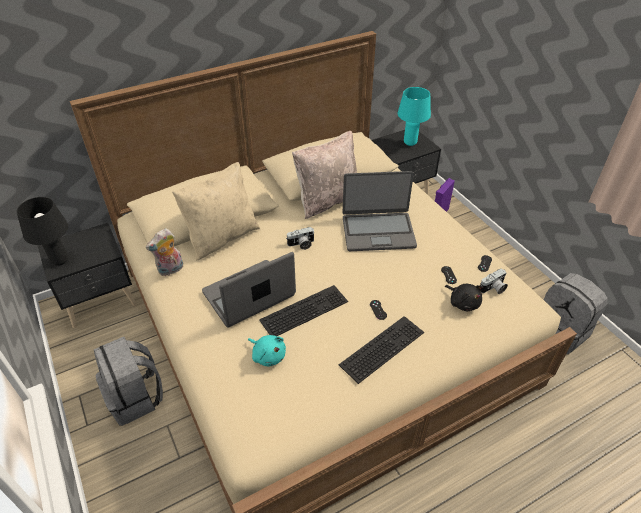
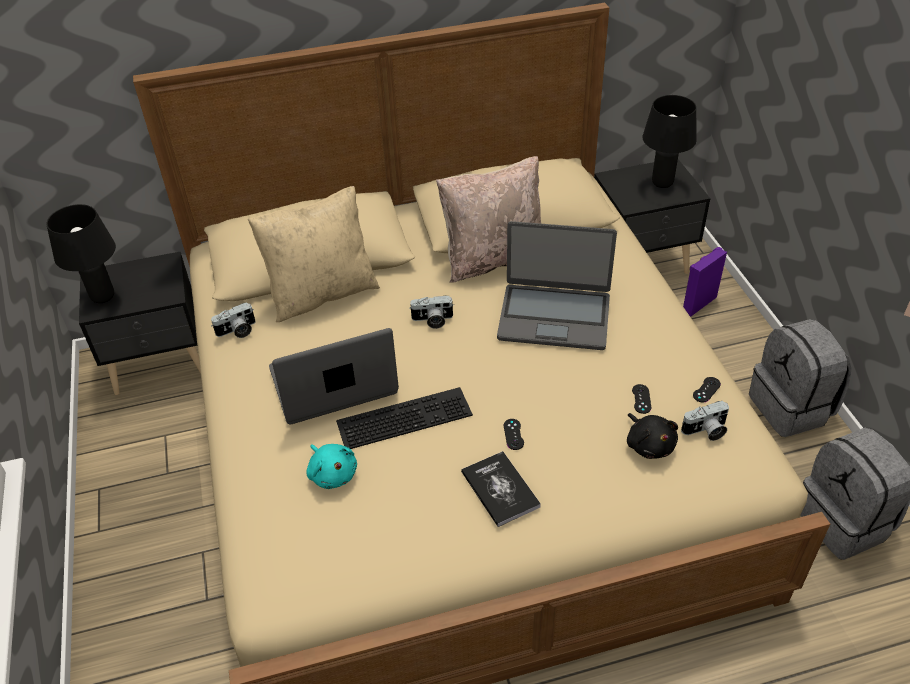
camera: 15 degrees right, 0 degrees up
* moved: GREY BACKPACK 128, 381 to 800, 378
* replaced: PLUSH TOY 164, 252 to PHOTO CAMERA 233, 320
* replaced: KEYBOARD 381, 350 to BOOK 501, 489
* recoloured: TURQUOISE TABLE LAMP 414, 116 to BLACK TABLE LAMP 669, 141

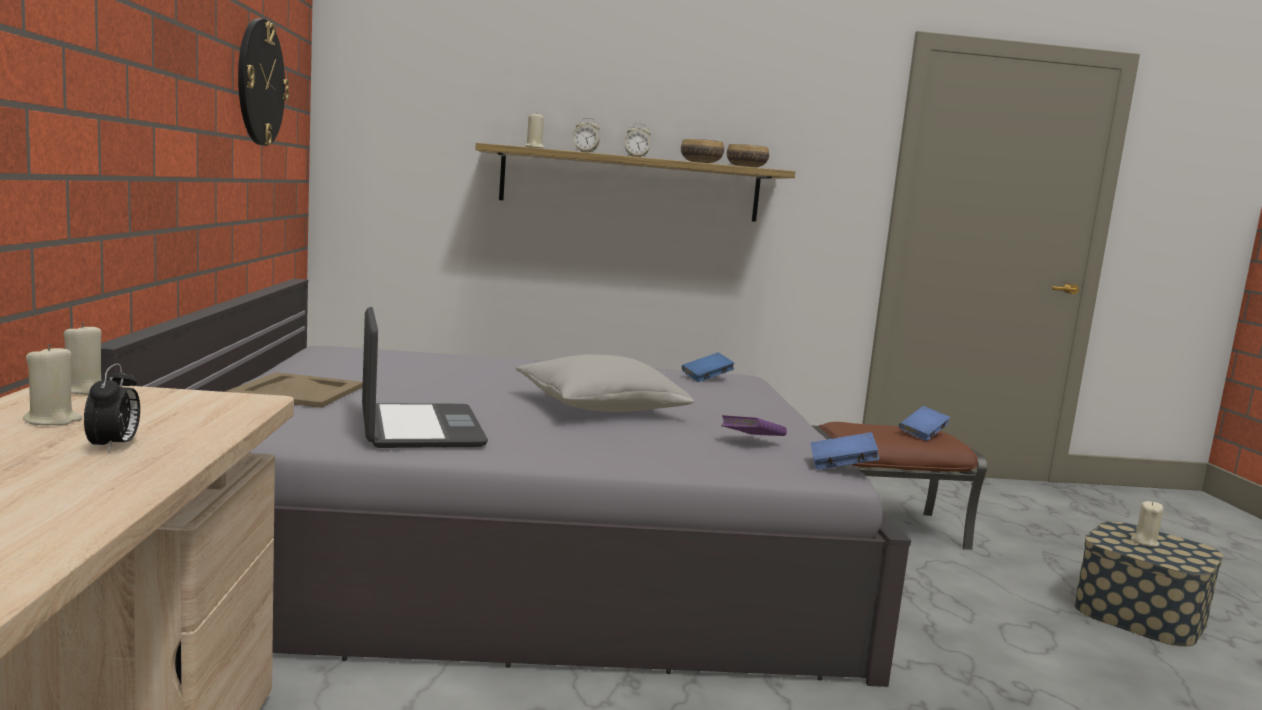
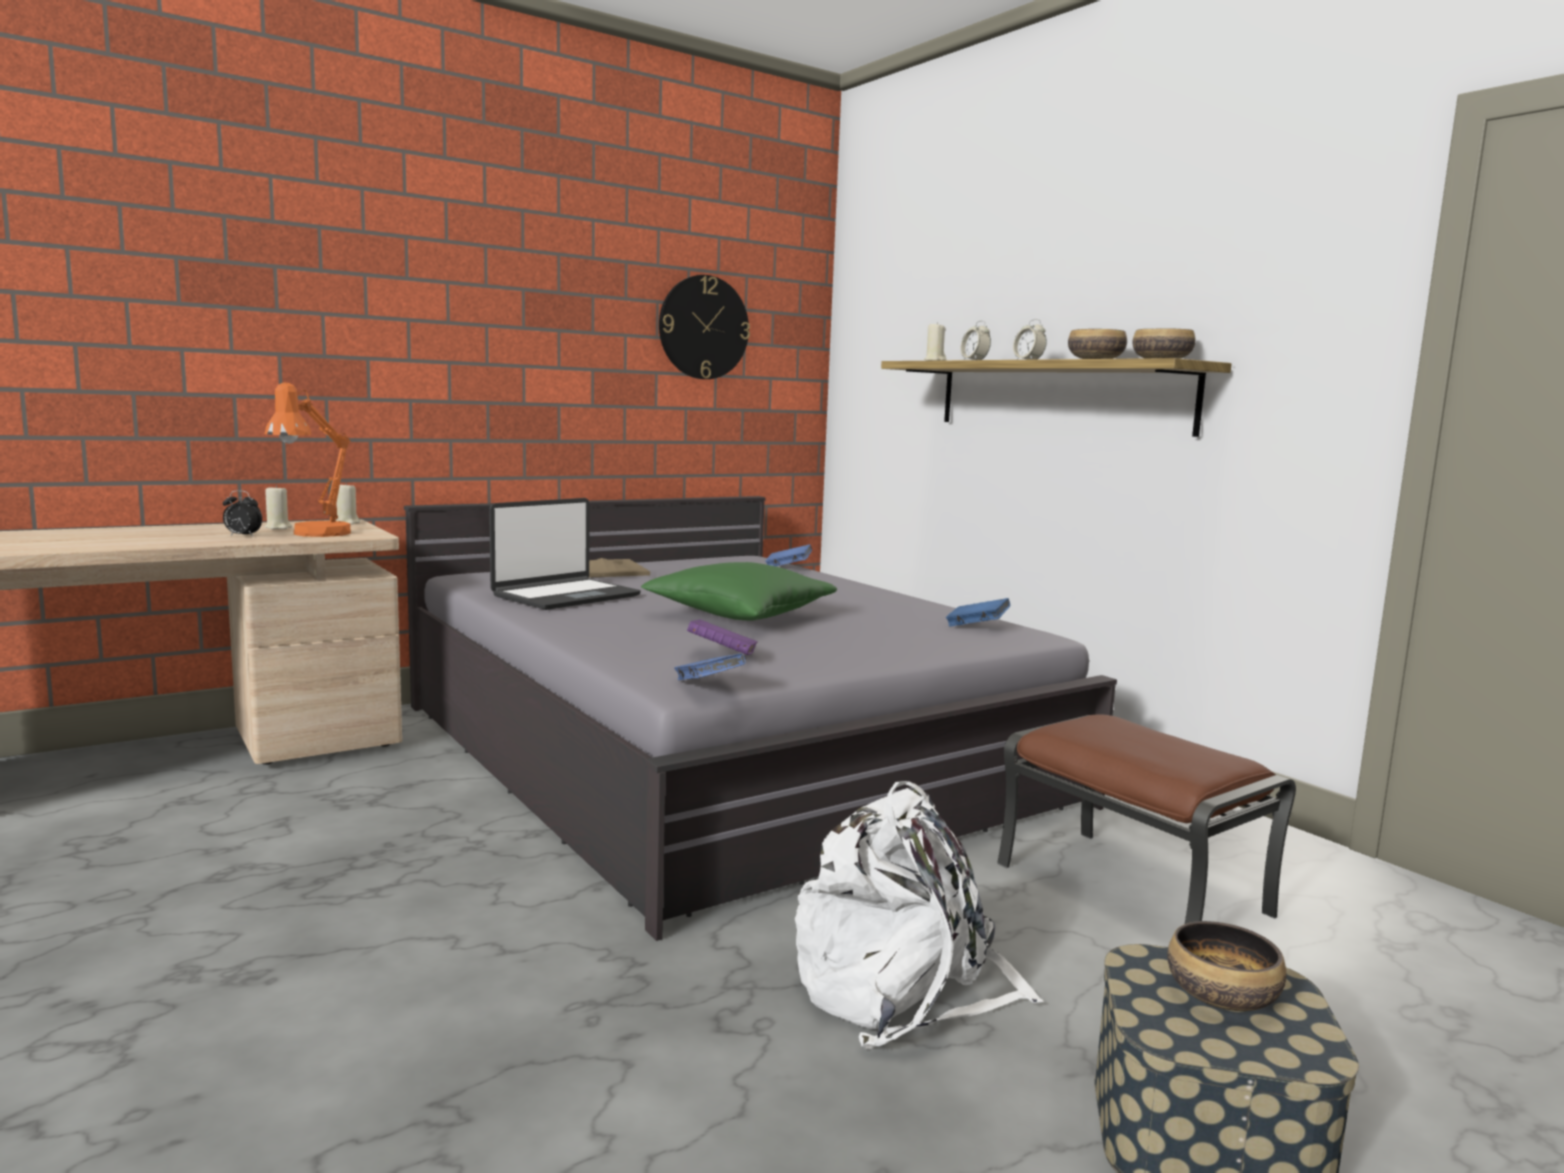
camera: 60 degrees right, 0 degrees up
* turned: ALARM CLOCK 112, 408 = 242, 513 45 degrees clockwise
* recoloured: GREY PILLOW 605, 383 to GREEN PILLOW 739, 591
* moved: BLUE BOOK 925, 423 to 788, 555
* replaced: BEIGE CANDLE 1147, 524 to BOWL 1226, 966
* added: ORANGE TABLE LAMP 308, 459
* added: WHITE BACKPACK 919, 915

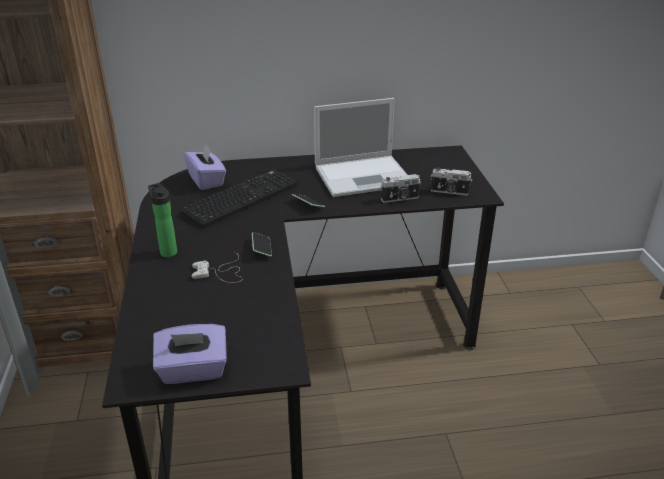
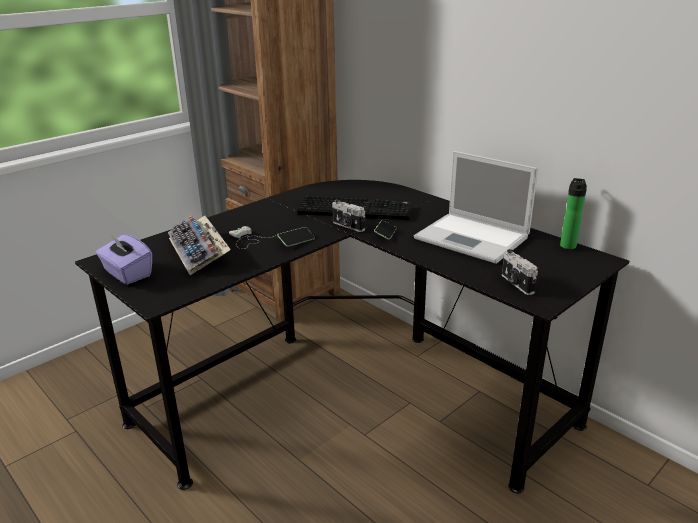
camera: 55 degrees right, 5 degrees down
* moved: BOTTLE 162, 220 to 573, 213
* removed: PURPLE TISSUE BOX 205, 166
* moved: PHOTO CAMERA 401, 188 to 348, 215
* added: KEYBOARD 199, 245

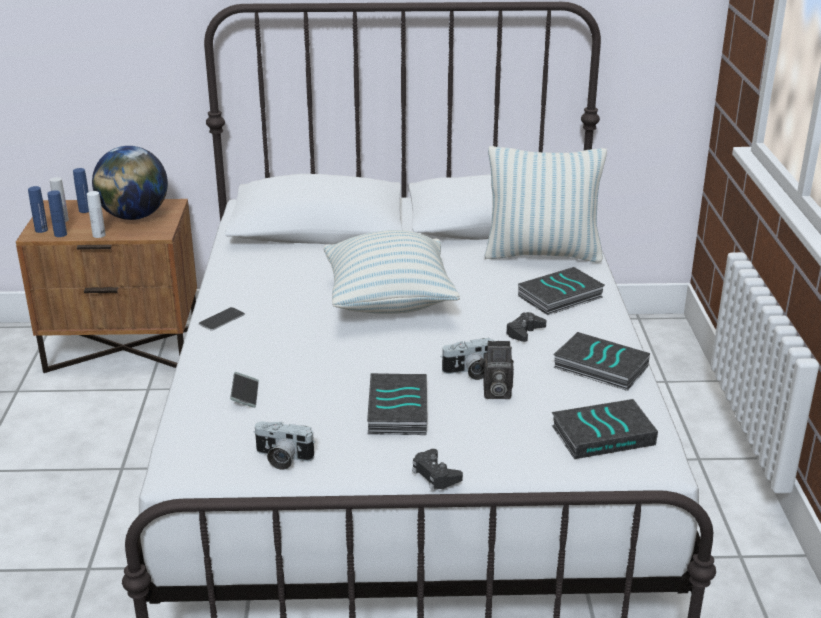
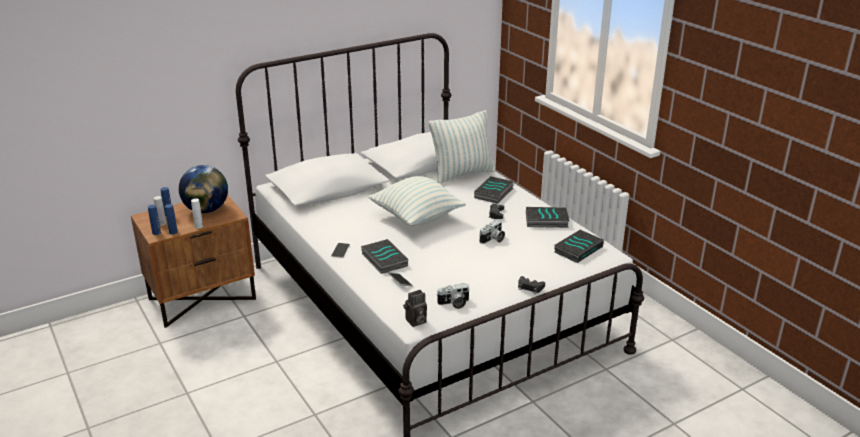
camera: 30 degrees left, 0 degrees up
* moved: BOOK 397, 404 to 384, 256
* moved: PHOTO CAMERA 497, 370 to 415, 308

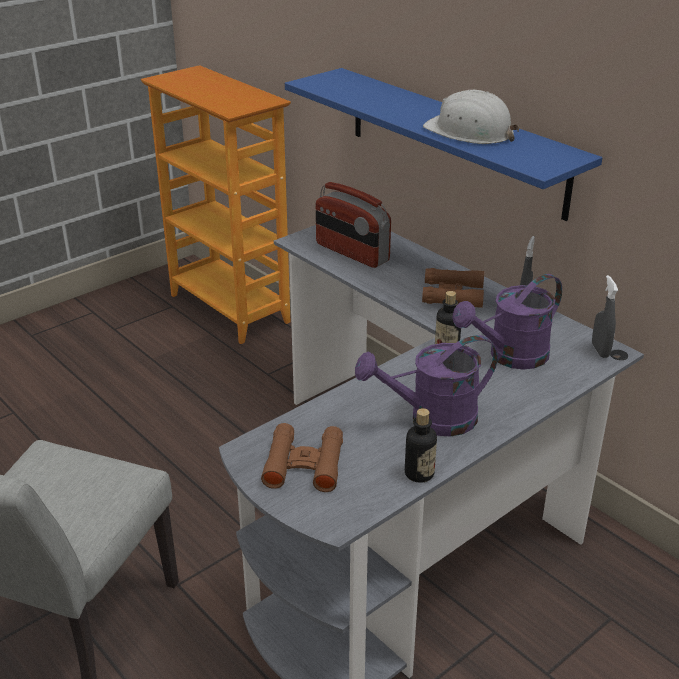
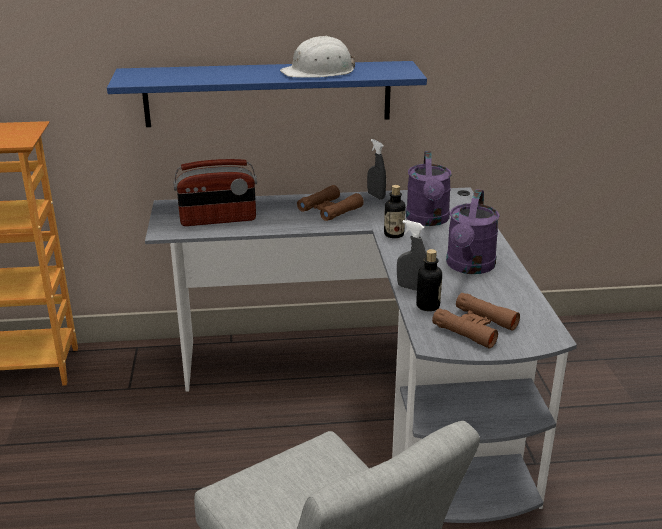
camera: 55 degrees left, 5 degrees down
* moved: BOTTLE 421, 445 to 429, 280
* moved: GREY SPRAY BOTTLE 605, 316 to 411, 255

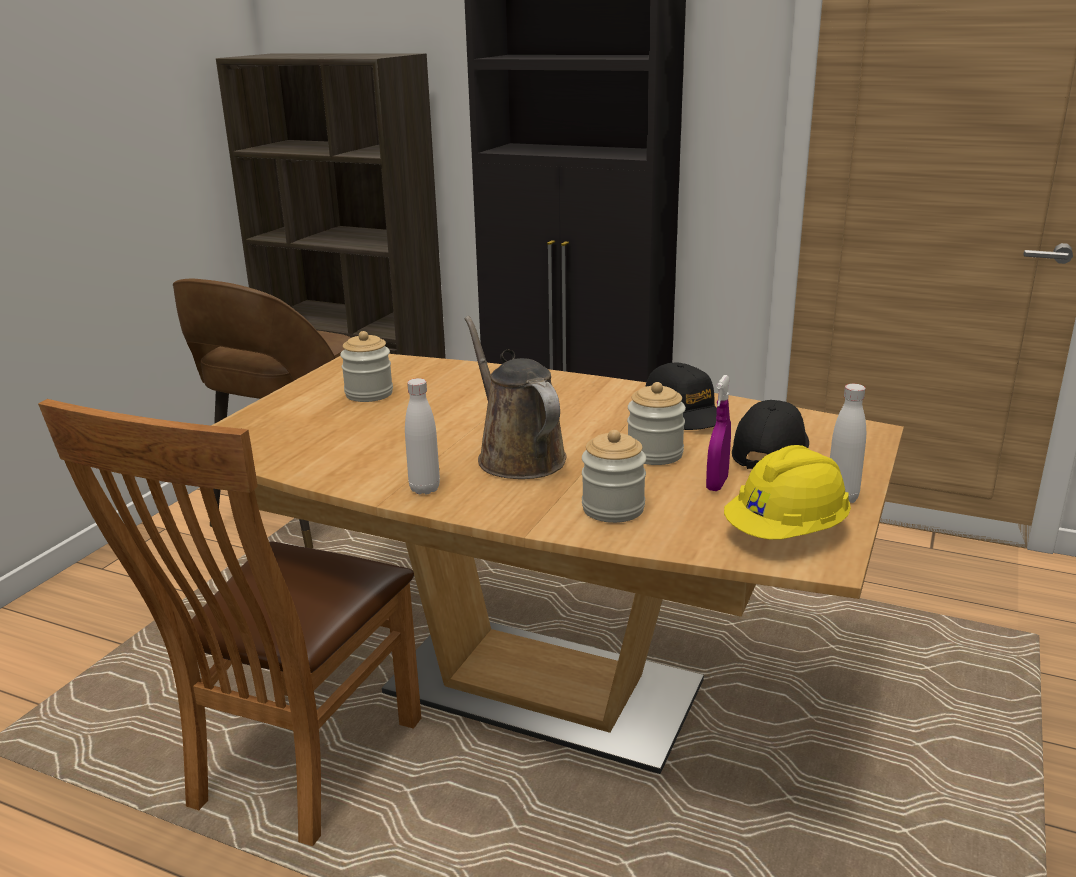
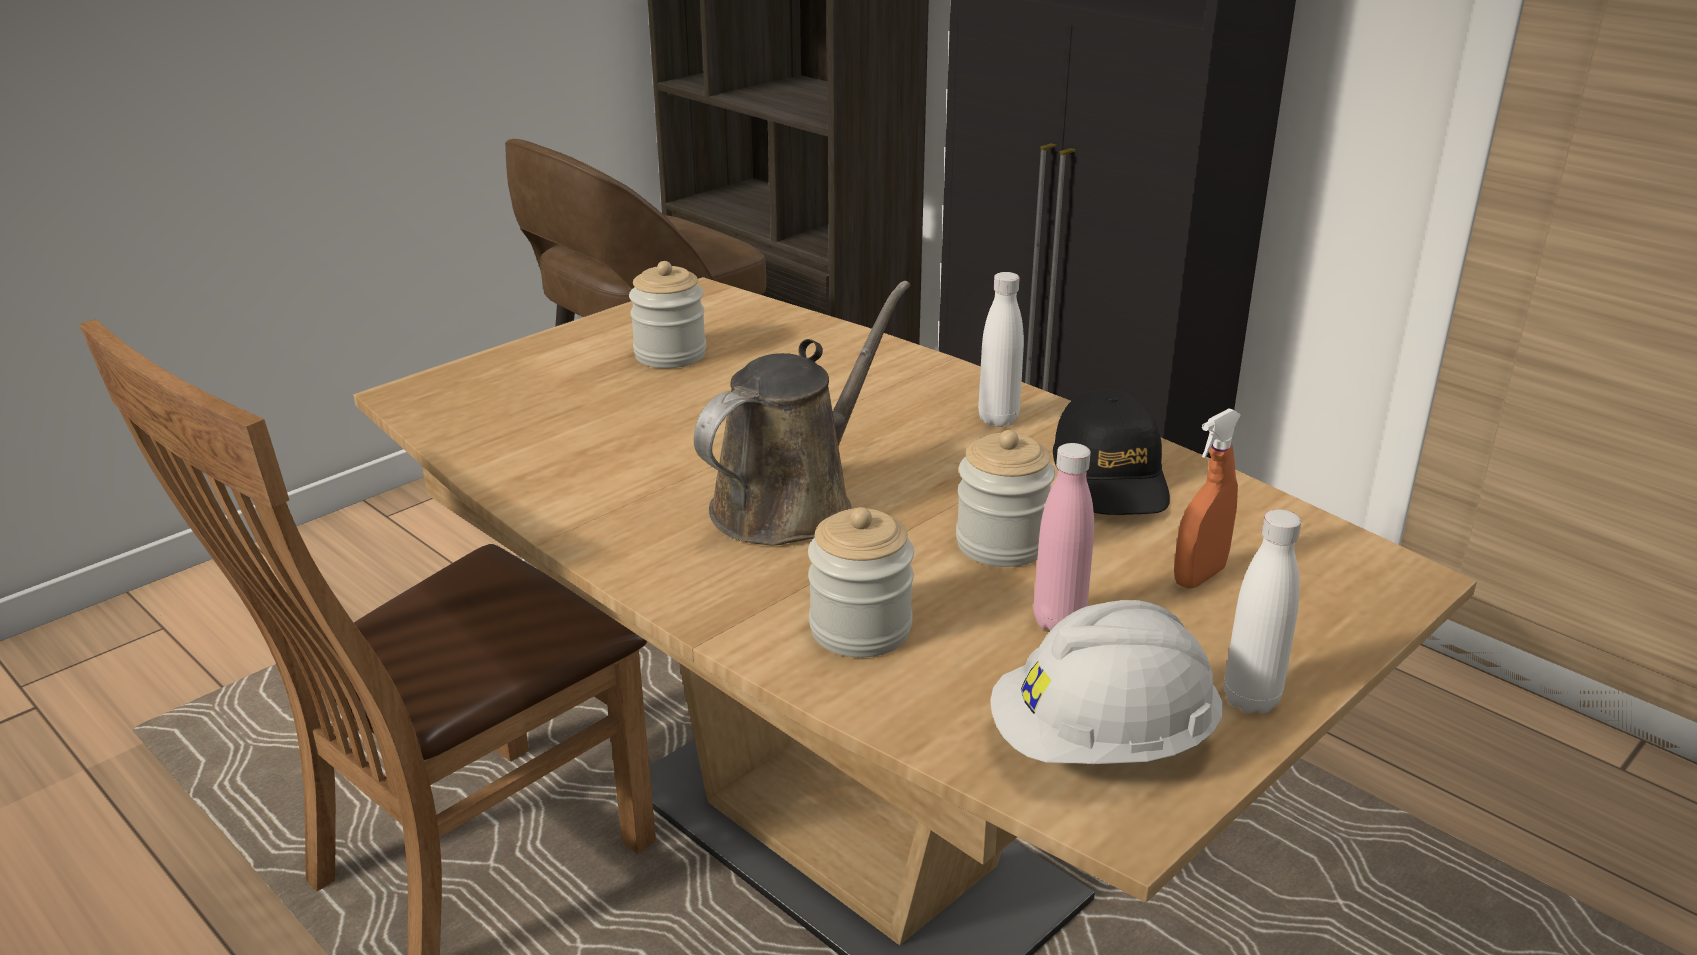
camera: 20 degrees right, 5 degrees up
* moved: WHITE BOTTLE 422, 436 to 1001, 349
* turned: BROWN WATERING CAN 515, 397 = 802, 413 45 degrees clockwise
* replaced: PURPLE SPRAY BOTTLE 718, 433 to PINK BOTTLE 1064, 537
* recoloured: YELLOW HARD HAT 787, 492 to WHITE HARD HAT 1106, 682
* replaced: BLACK CAP 770, 434 to ORANGE SPRAY BOTTLE 1207, 498

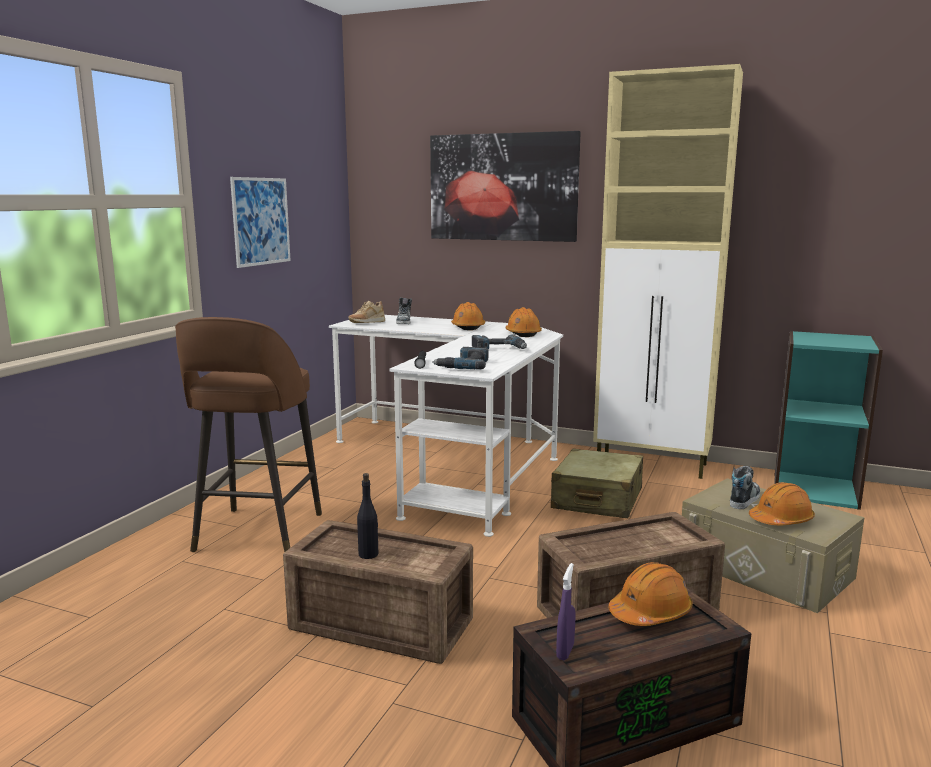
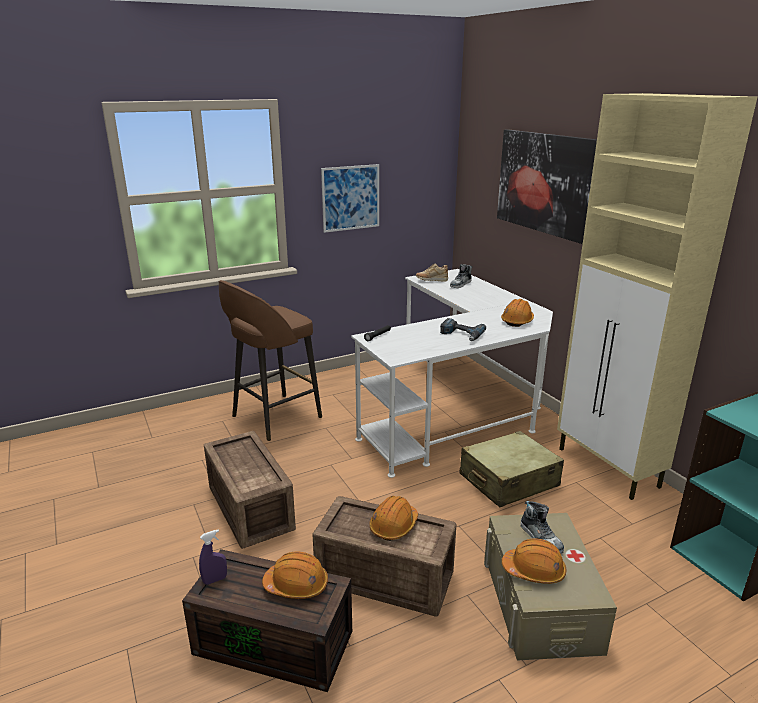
camera: 40 degrees right, 10 degrees up
* removed: BLACK BOTTLE 368, 516
* removed: POWER DRILL 460, 358
* moved: ORANGE HARD HAT 468, 316 to 394, 518
* turned: SHOE 745, 487 = 542, 527 75 degrees clockwise

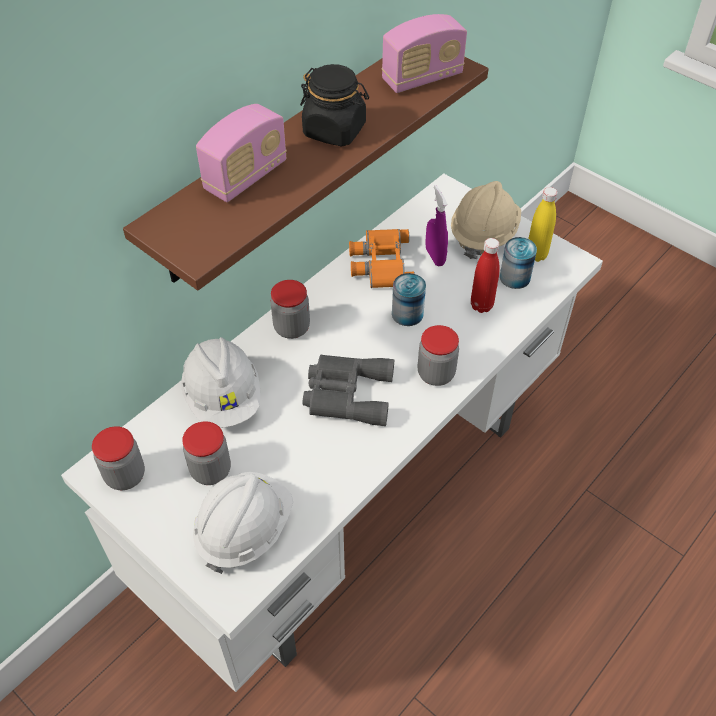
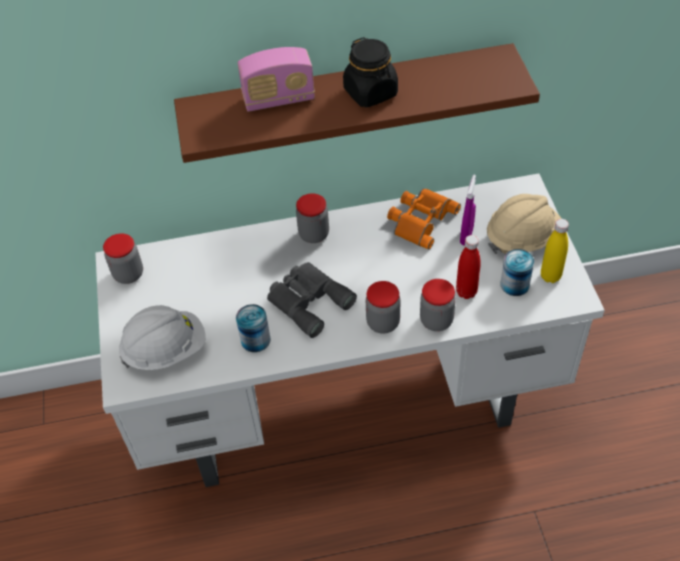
camera: 40 degrees right, 0 degrees up
* removed: WHITE HARD HAT 220, 382
* moved: JAR 206, 453 to 438, 305
* removed: RADIO 424, 53
* moved: CAN 409, 299 to 253, 328

